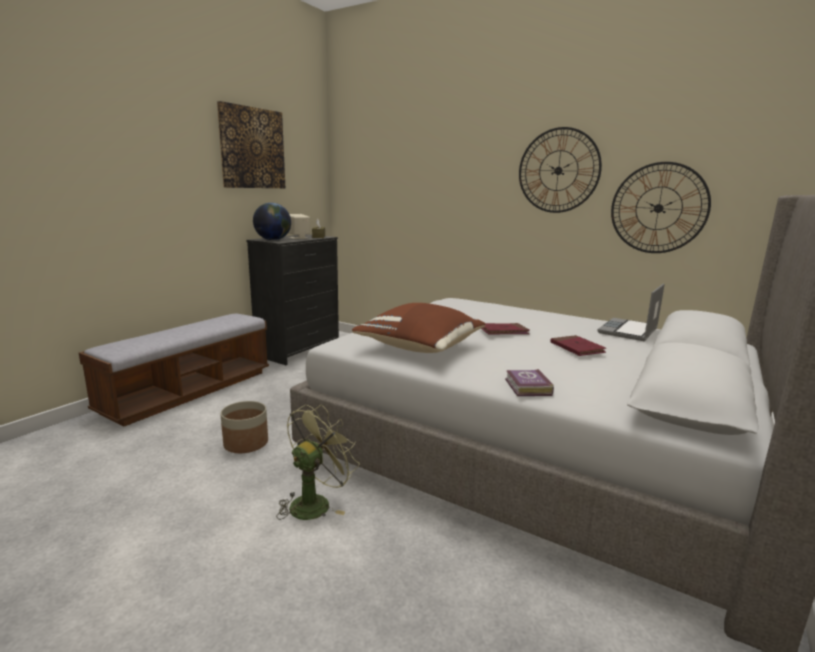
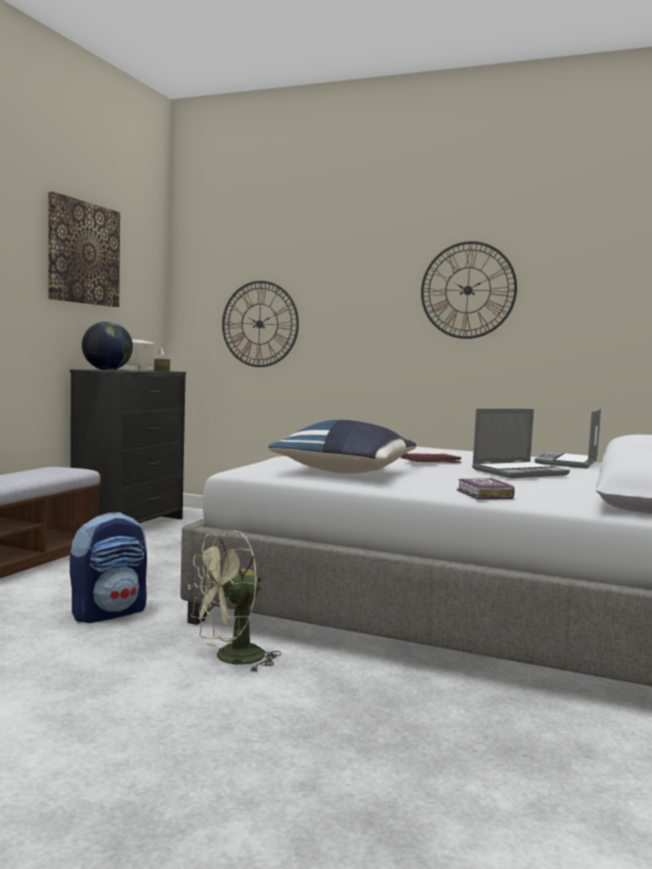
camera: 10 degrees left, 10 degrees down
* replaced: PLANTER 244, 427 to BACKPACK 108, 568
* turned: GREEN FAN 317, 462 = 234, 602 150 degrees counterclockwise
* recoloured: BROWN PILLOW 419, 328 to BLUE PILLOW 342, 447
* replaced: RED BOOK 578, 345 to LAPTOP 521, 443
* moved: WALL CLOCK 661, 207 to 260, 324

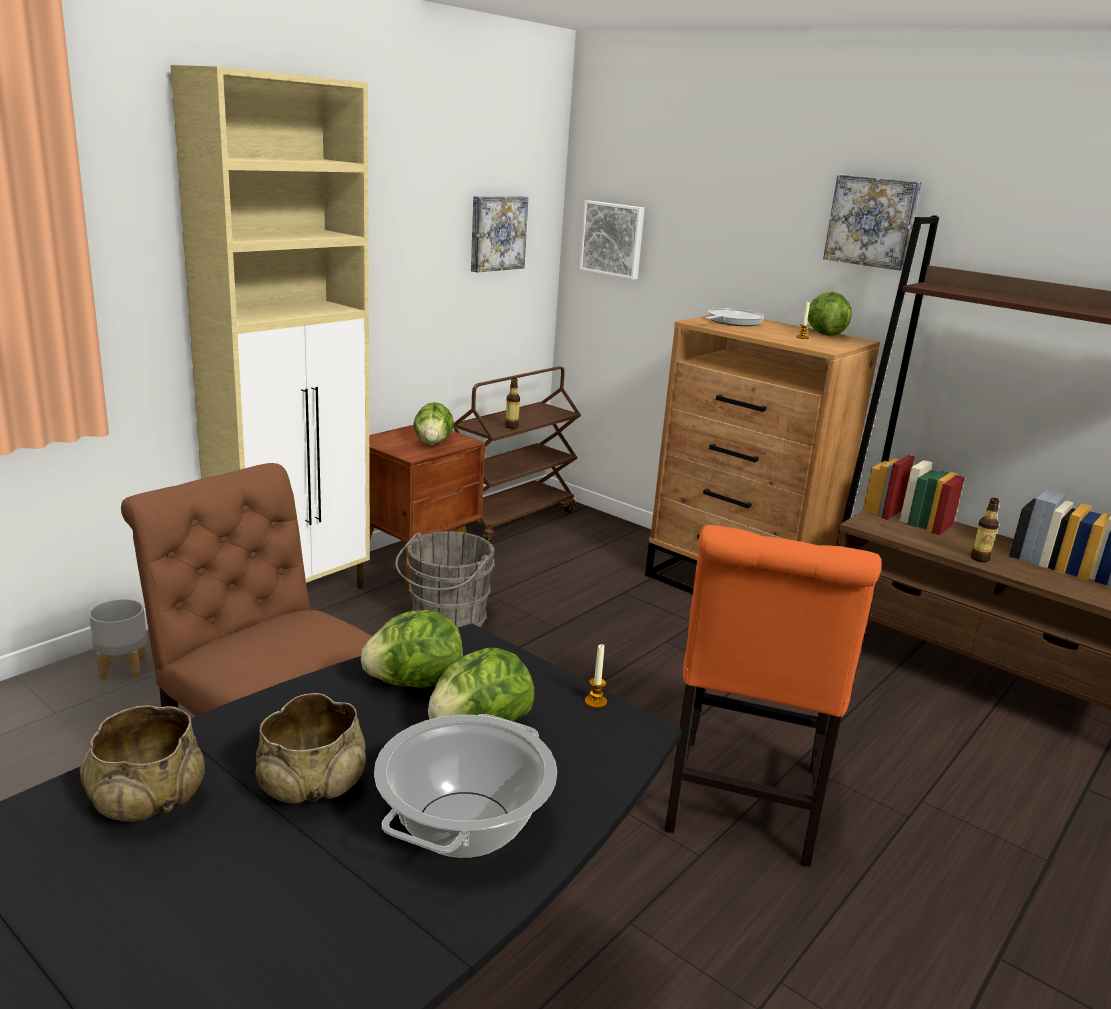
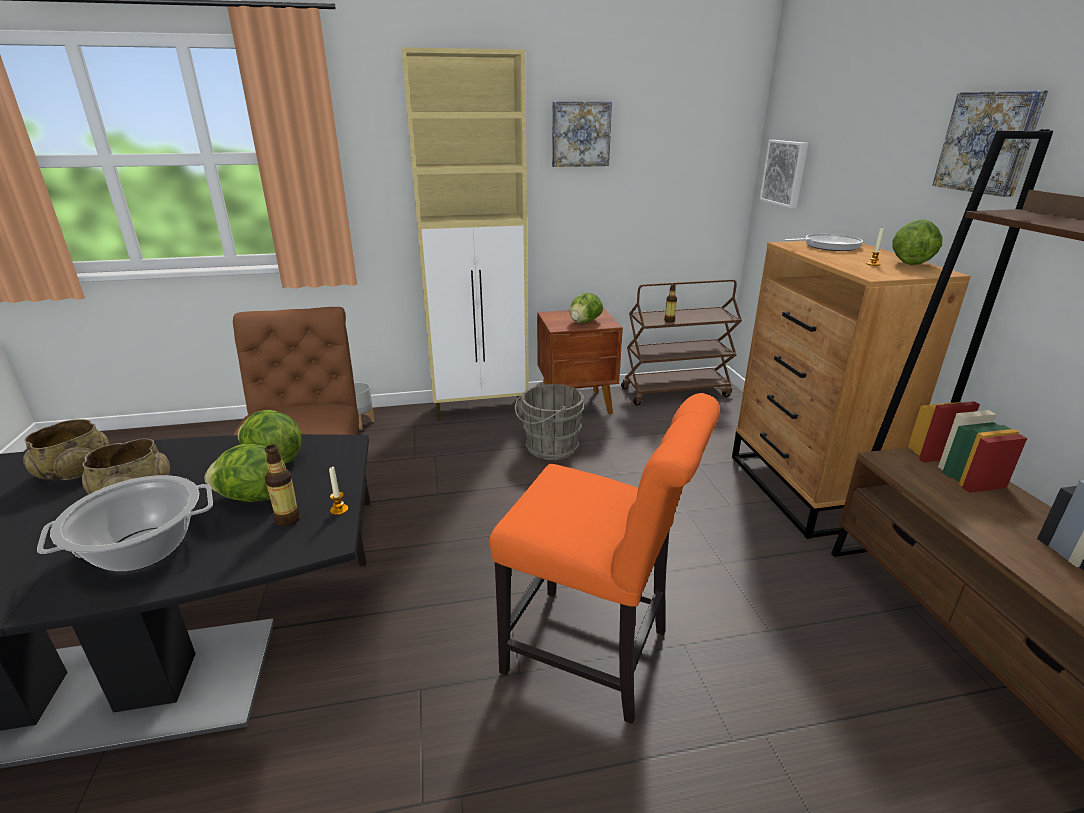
camera: 40 degrees right, 5 degrees up
* moved: PICTURE 499, 234 to 582, 134
* turned: ORANGE CHAIR 773, 696 = 605, 558 120 degrees counterclockwise
* moved: BOTTLE 985, 530 to 282, 486

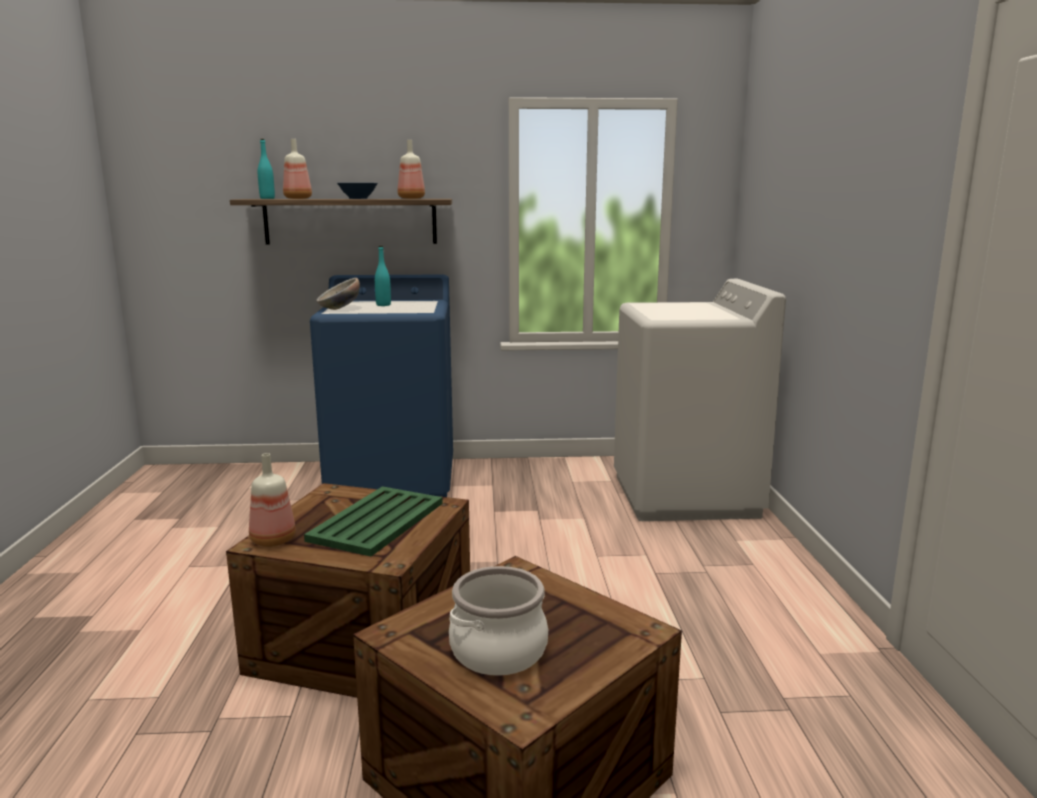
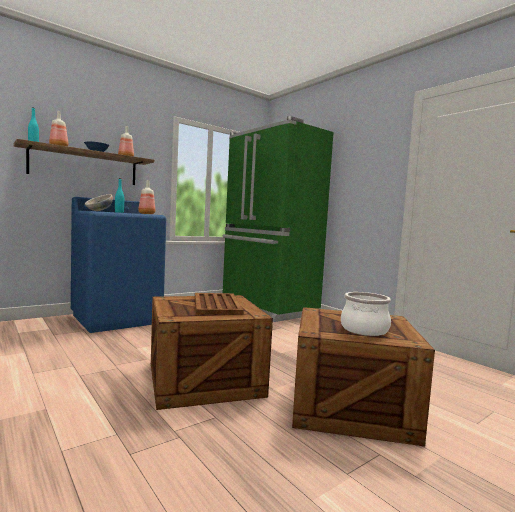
camera: 35 degrees left, 10 degrees down
* moved: BOTTLE 272, 500 to 146, 197
* recoloured: GREEN TRAY 373, 521 to BROWN TRAY 219, 303
* replaced: WHITE WASHING MACHINE 700, 400 to GREEN FRIDGE 278, 219

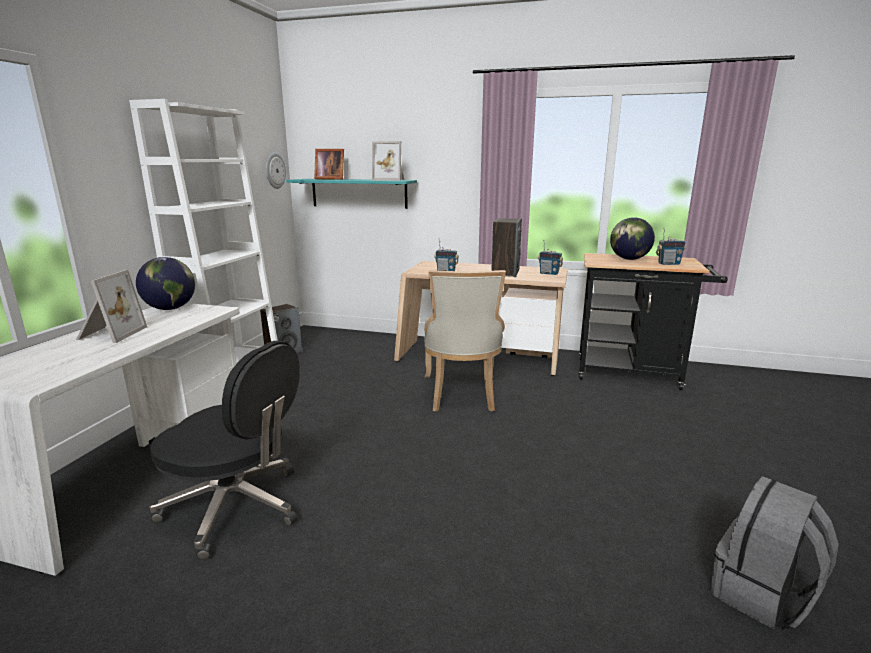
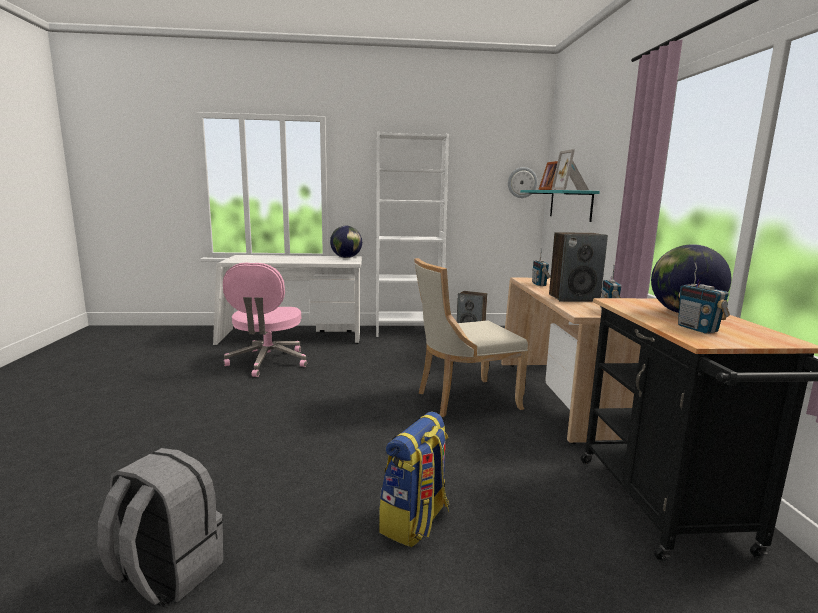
camera: 70 degrees right, 5 degrees down
* removed: PICTURE FRAME 111, 306
* recoloured: BLACK OFFICE CHAIR 224, 450 to PINK OFFICE CHAIR 265, 319
* added: BACKPACK 414, 479

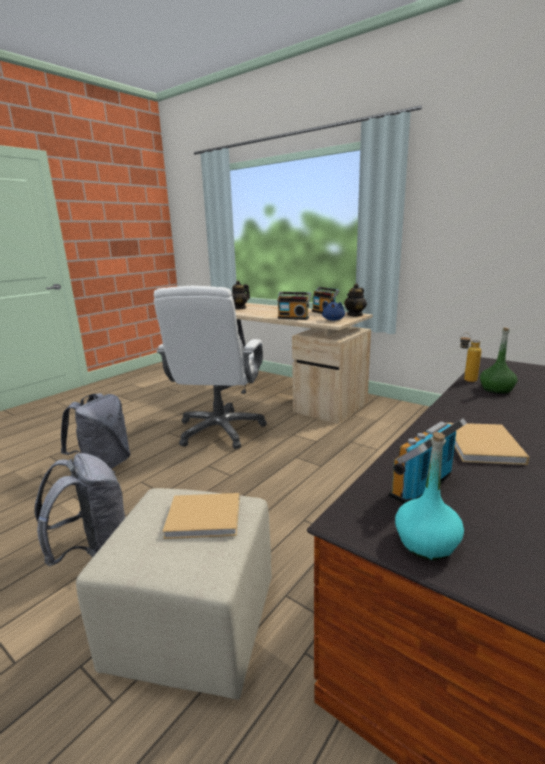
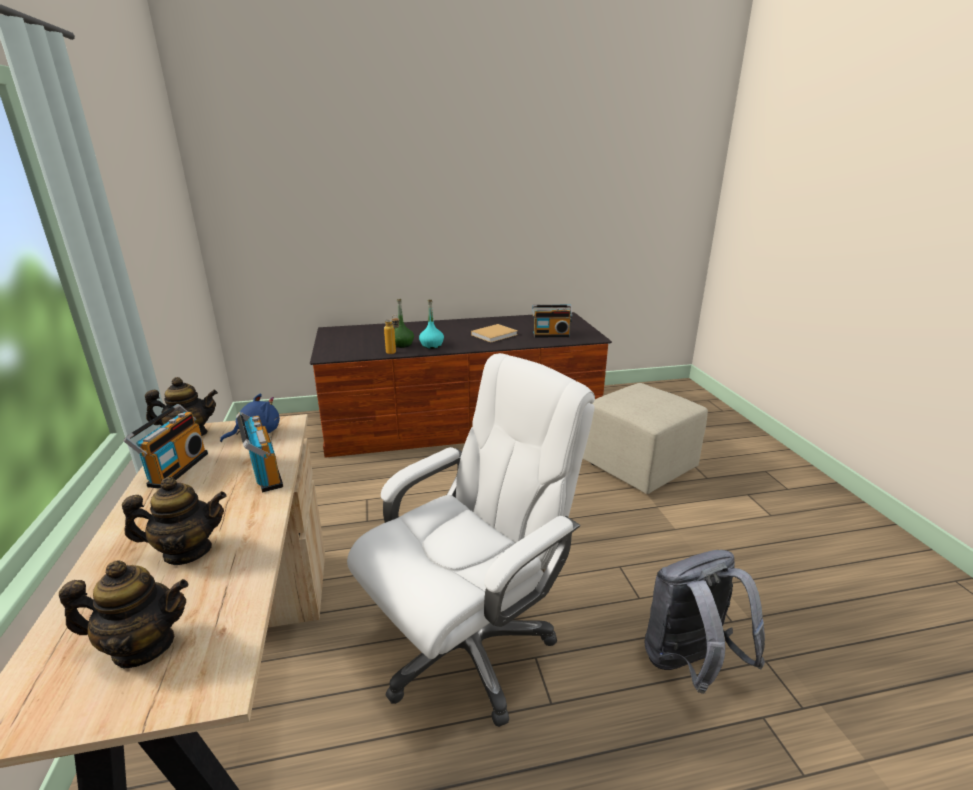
camera: 140 degrees left, 5 degrees up
* removed: GREY BACKPACK 79, 509
* removed: BEIGE BOOK 201, 516
* moved: TURQUOISE BOTTLE 429, 496 to 431, 324
* added: TEAPOT 174, 521

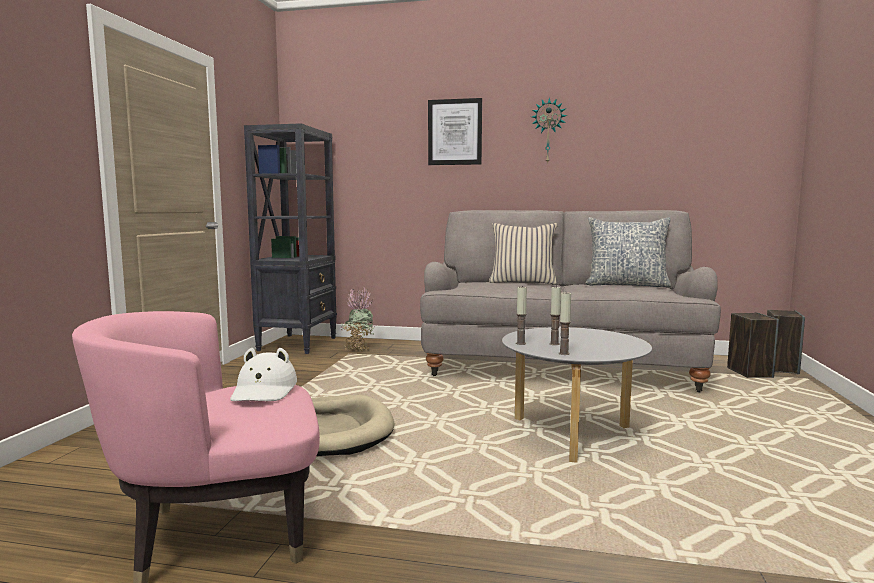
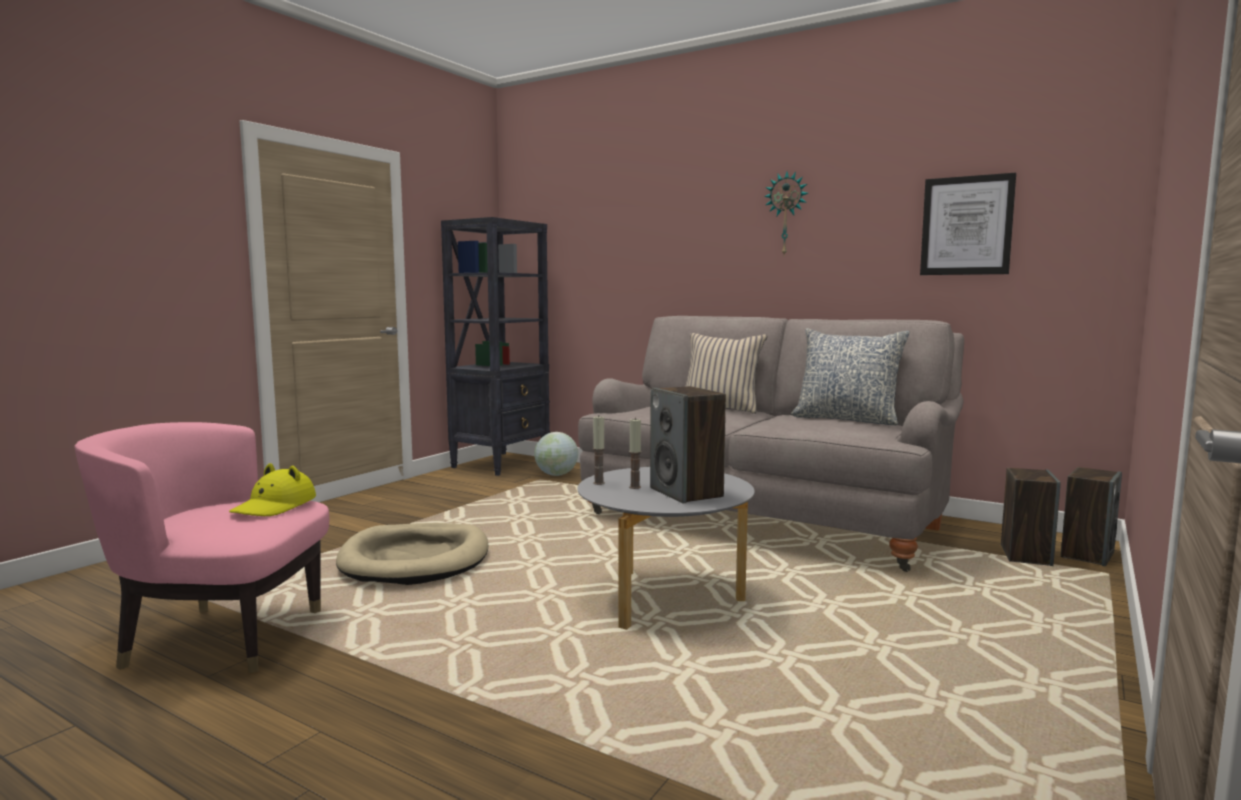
camera: 20 degrees right, 0 degrees up
* recoloured: WHITE HAT 263, 374 to YELLOW HAT 272, 489
* replaced: POTTED PLANT 358, 319 to GLOBE 556, 454
* moved: PICTURE 455, 131 to 968, 224
* removed: CANDLE 565, 323
* added: SPEAKER 688, 444

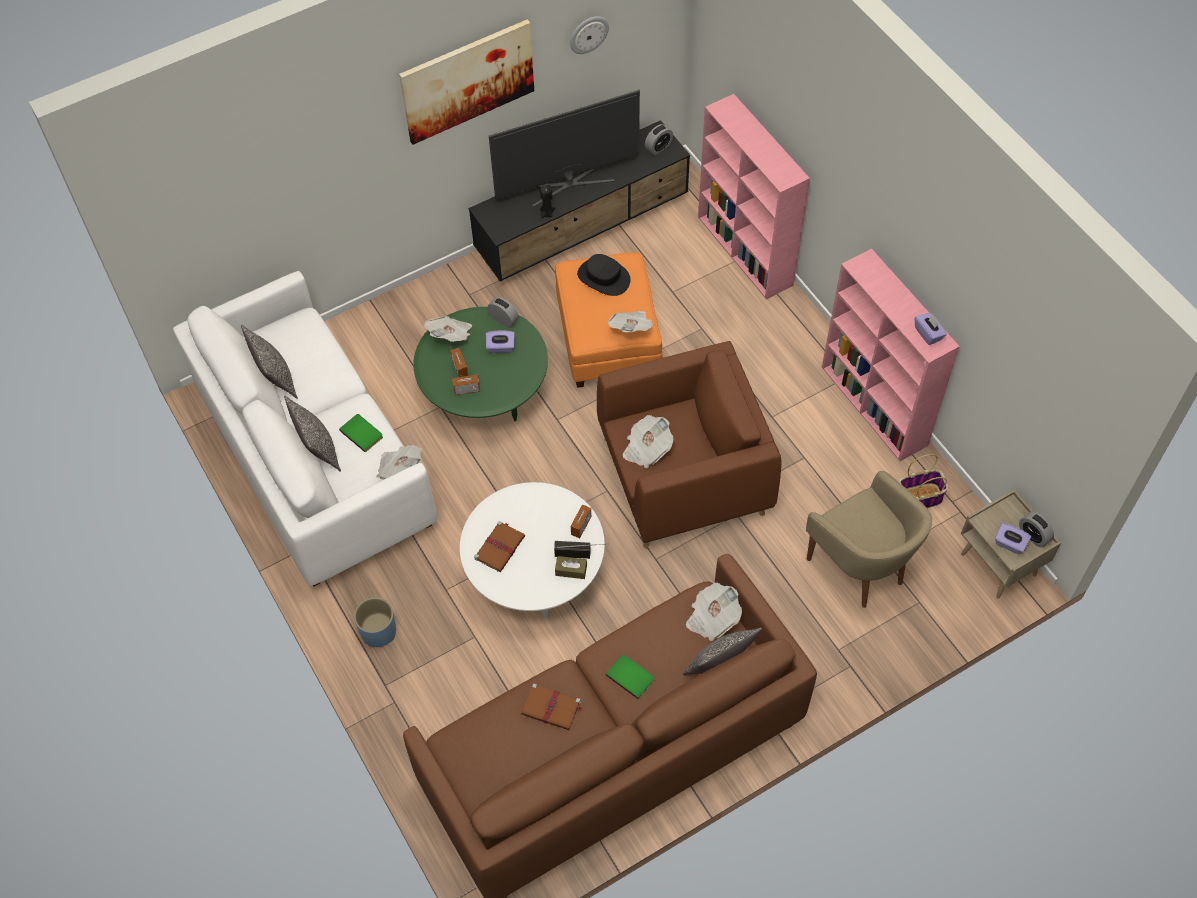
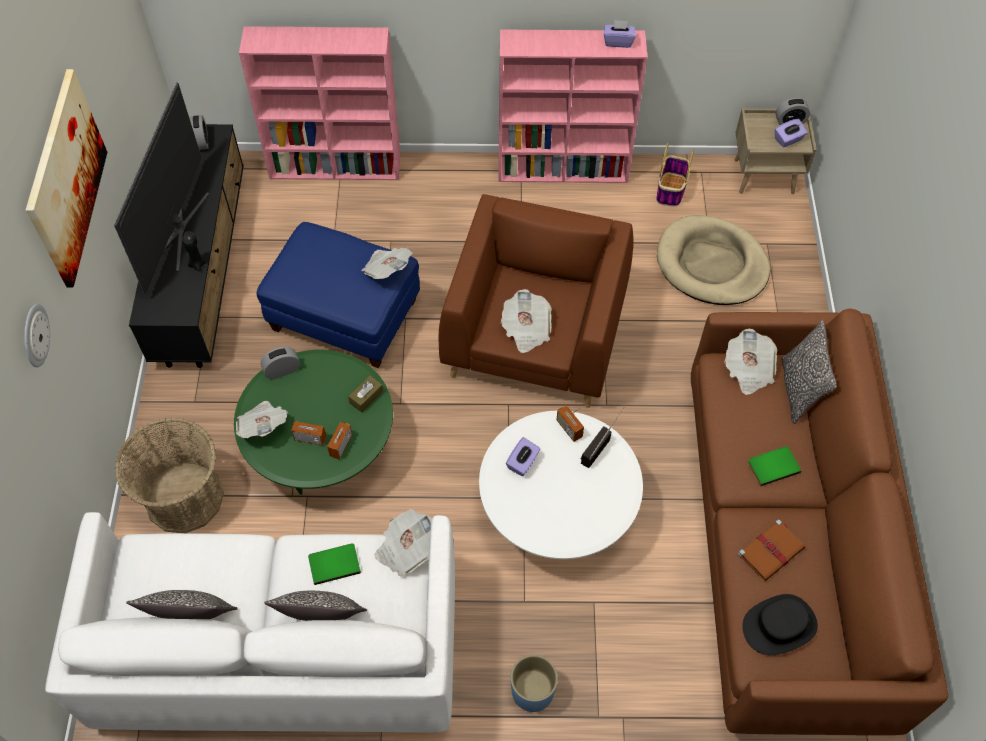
camera: 60 degrees left, 0 degrees up
* removed: BROWN BOOK 500, 546
* moved: PURPLE TISSUE BOX 500, 342 to 523, 456
* recoloured: ORANGE OTTOMAN 608, 320 to BLUE OTTOMAN 338, 295
* moved: BROWN TISSUE BOX 571, 567 to 365, 394
* moved: WALL CLOCK 589, 35 to 37, 335
* moved: BLACK HAT 604, 275 to 780, 624
* replaced: BEIGE ARMCHAIR 869, 539 to BEIGE DOG BED 713, 260
* added: BASKET 169, 475

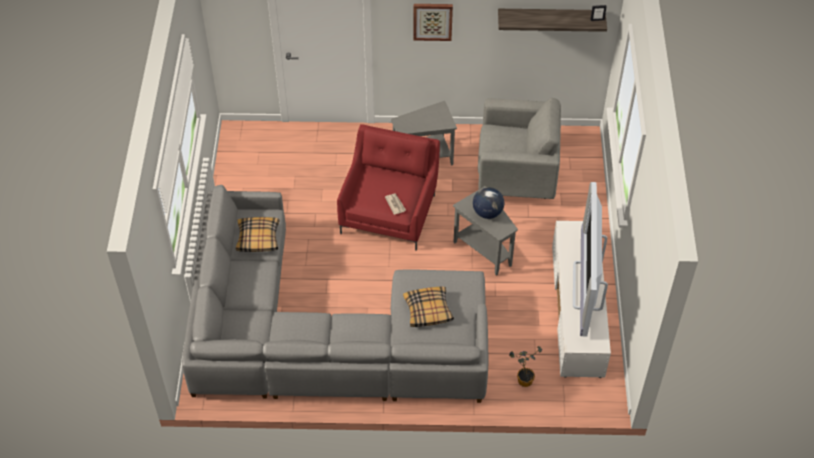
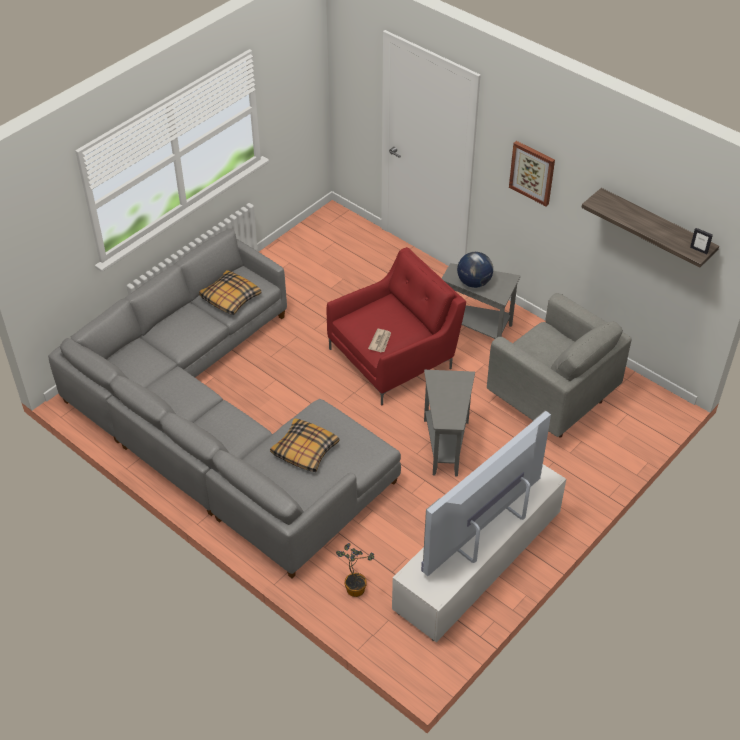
camera: 40 degrees right, 5 degrees down
* moved: GLOBE 488, 203 to 475, 270

